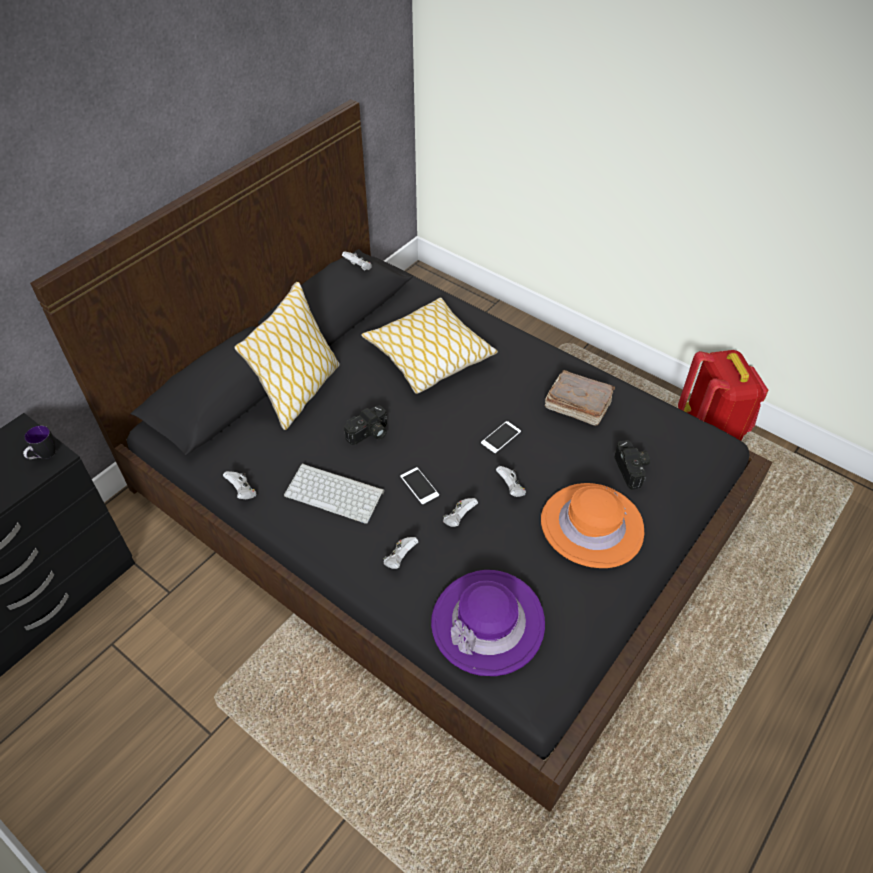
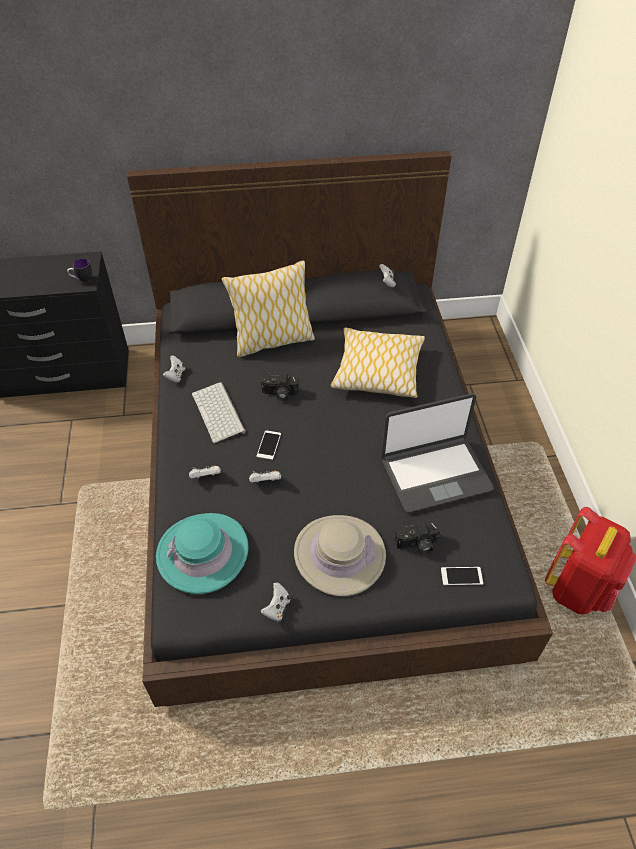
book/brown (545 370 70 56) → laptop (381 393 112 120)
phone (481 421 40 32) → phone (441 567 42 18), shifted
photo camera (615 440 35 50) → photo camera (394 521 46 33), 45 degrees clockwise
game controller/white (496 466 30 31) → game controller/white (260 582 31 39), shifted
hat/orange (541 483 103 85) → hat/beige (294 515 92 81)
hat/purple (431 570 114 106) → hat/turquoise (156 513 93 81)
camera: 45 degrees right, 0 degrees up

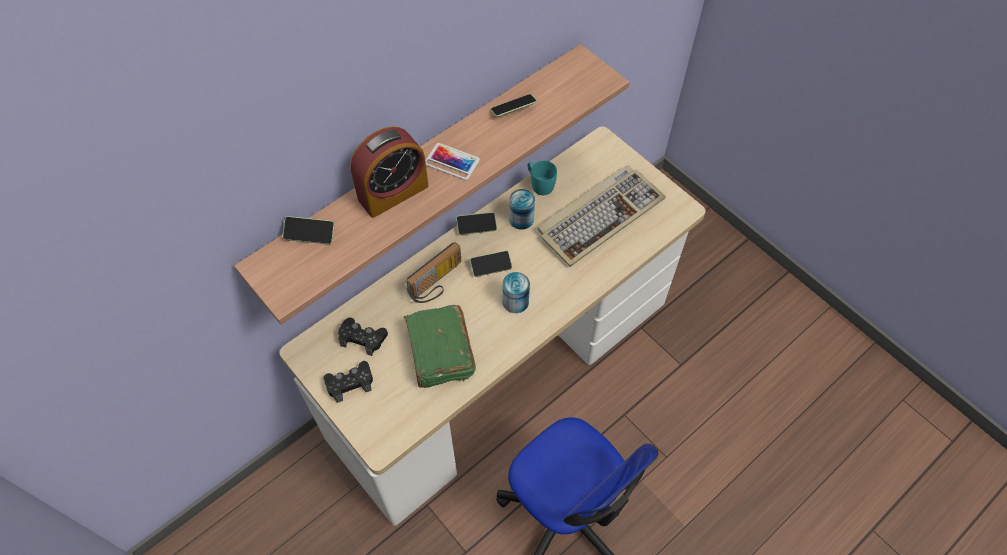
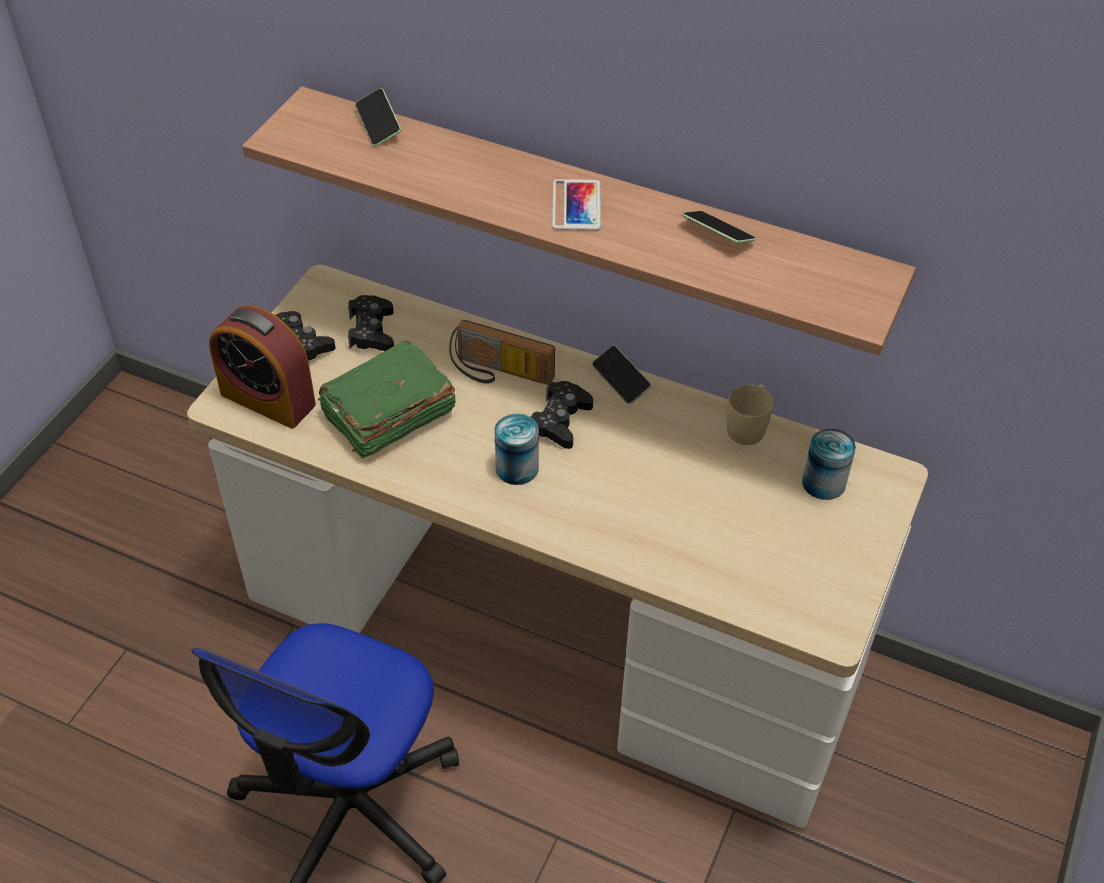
alarm clock (350 127 79 91) → alarm clock (209 305 107 123), shifted
mug/turquoise (528 160 29 35) → mug/beige (726 384 47 61)
keyboard (538 165 128 102) → -
can (509 189 26 41) → can (802 428 54 72), shifted
phone (470 250 42 27) → game controller/black (531 381 62 68)
camera: 65 degrees right, 10 degrees down

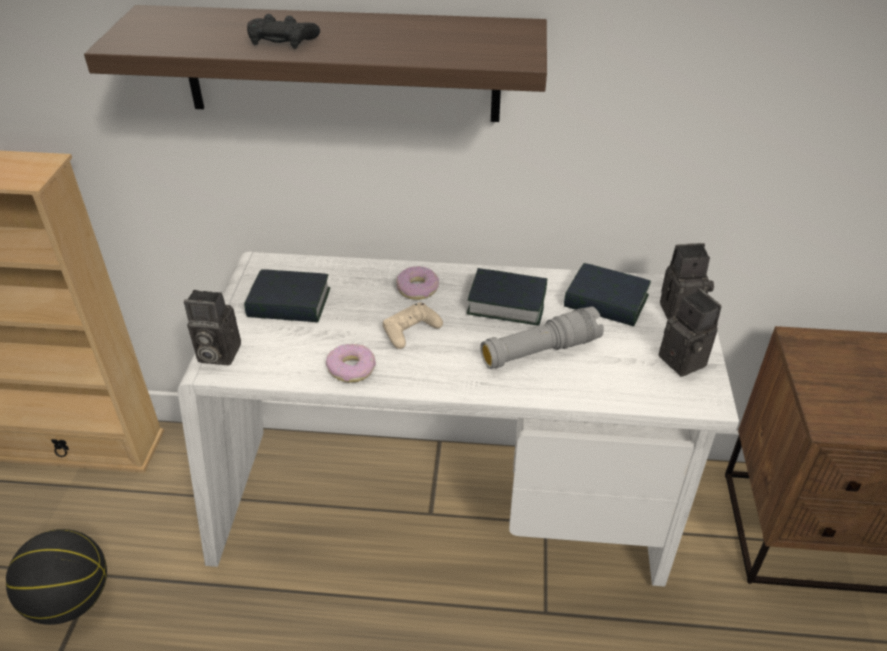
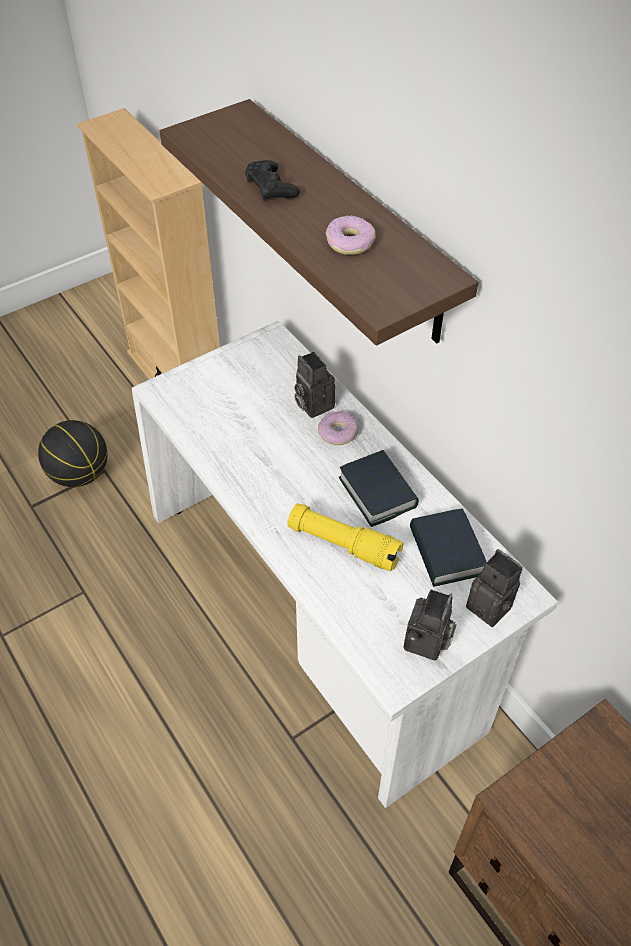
book (244 270 86 52) → -
photo camera (184 290 57 75) → photo camera (294 352 41 66), shifted
game controller/beige (383 303 60 46) → -
flashlight/grey (480 307 124 62) → flashlight/yellow (288 503 115 68)
donut (326 344 50 38) → donut (326 216 50 39), shifted
camera: 50 degrees right, 10 degrees up

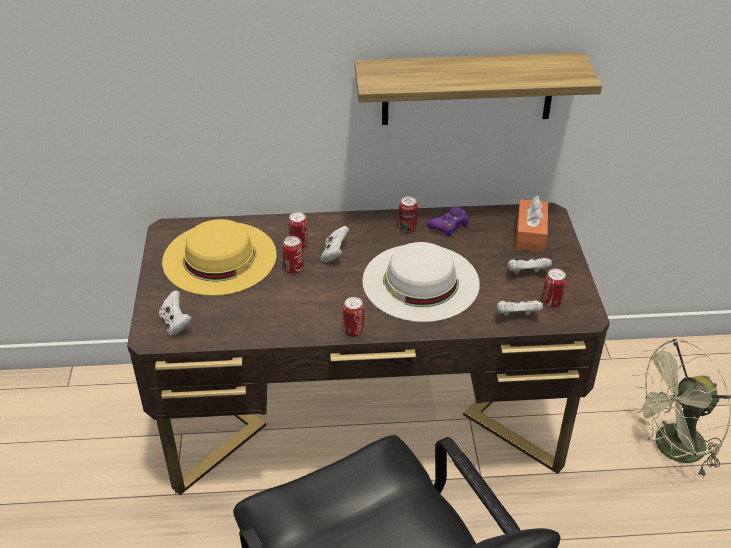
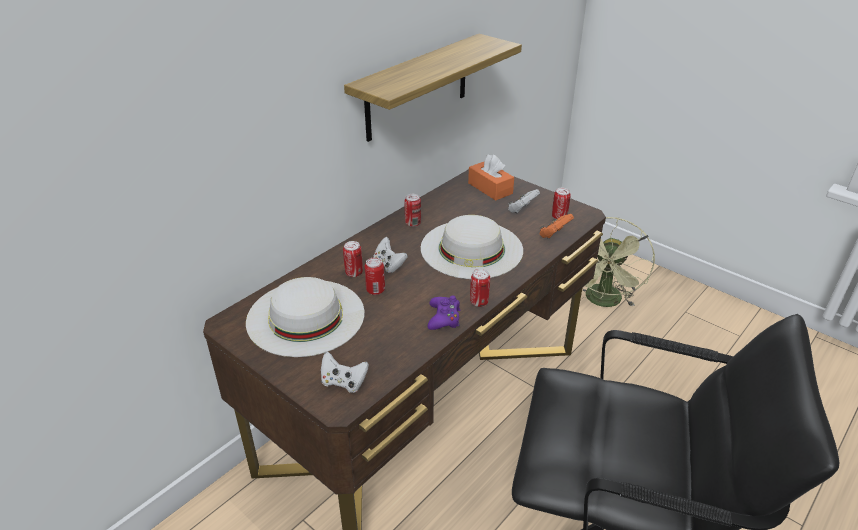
game controller/purple (427 207 42 30) → game controller/purple (428 295 32 35), shifted
hat/yellow (162 219 115 77) → hat/white (246 277 119 80)
game controller/white (497 299 46 17) → game controller/orange (540 214 34 24)
camera: 45 degrees left, 5 degrees down

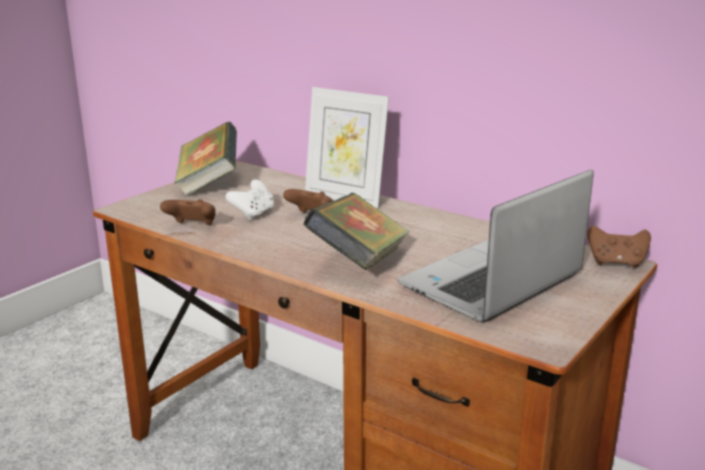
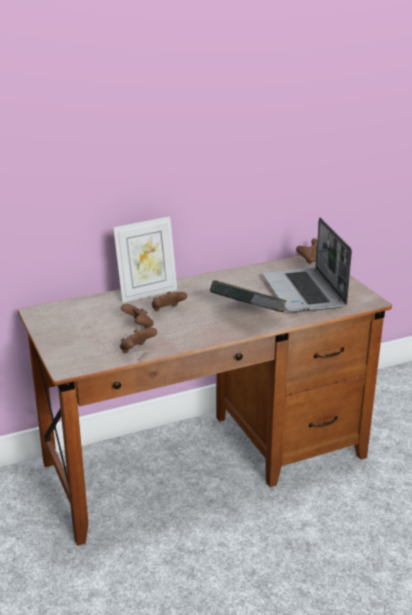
book (175 122 62 75) → -
game controller/white (225 179 49 41) → game controller/brown (121 304 33 25)
camera: 60 degrees left, 5 degrees up

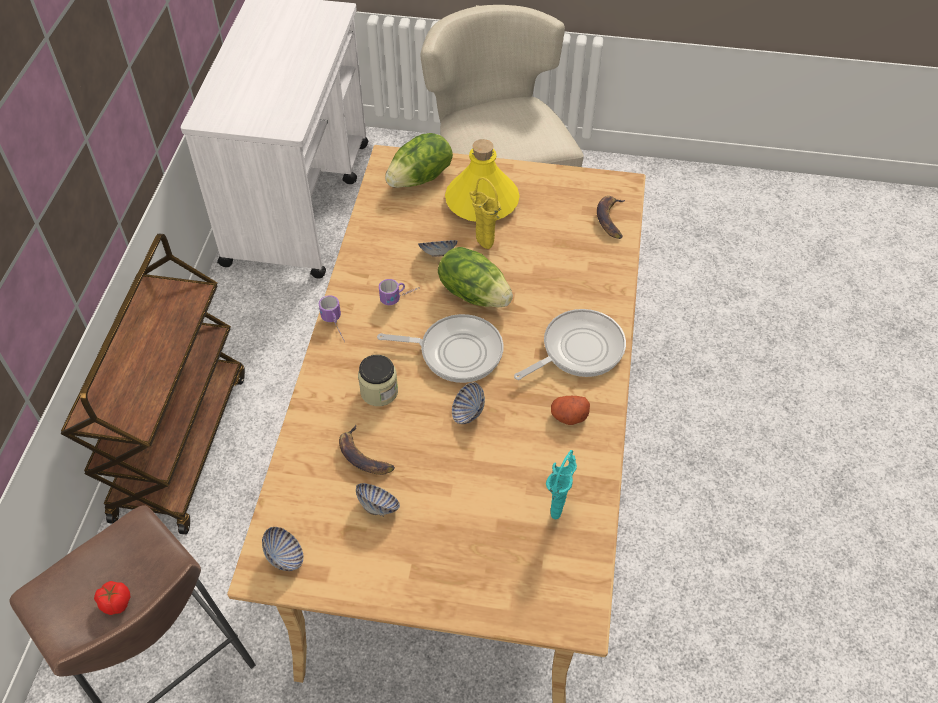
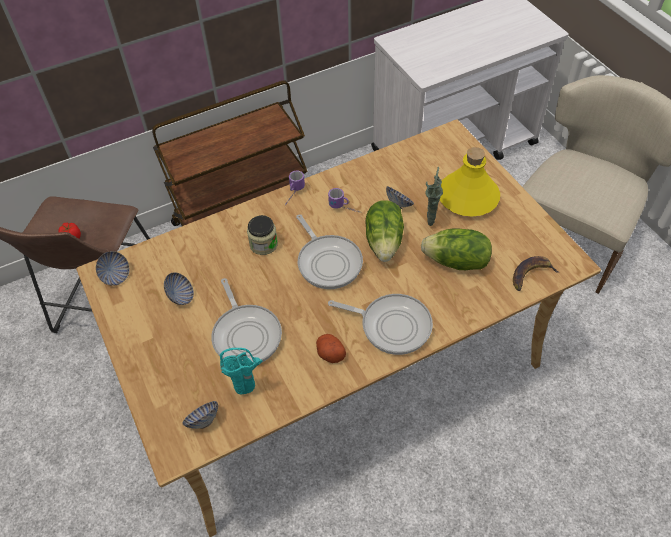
lettuce (385 133 68 55) → lettuce (421 228 71 42), shifted
vase/yellow (470 177 31 72) → vase/green (425 167 18 59)
bowl (452 382 33 42) → bowl (182 401 36 28), shifted
banana (339 425 56 50) → -
- → frying pan (211 278 71 85)
camera: 55 degrees right, 0 degrees up

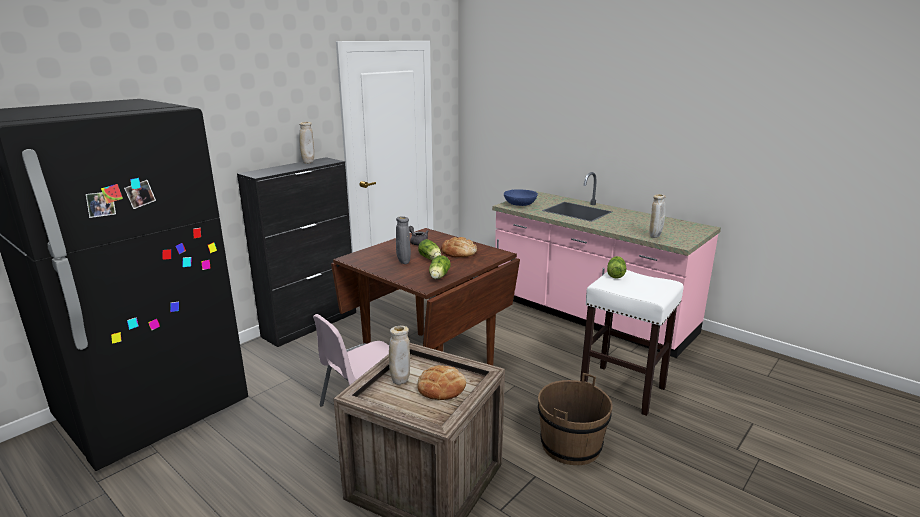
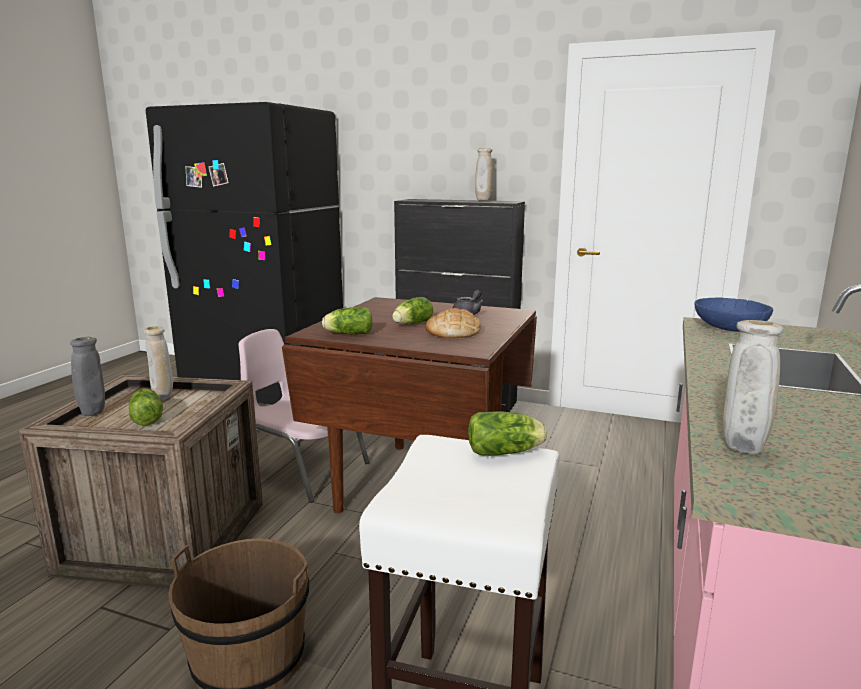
vase/grey (396 216 15 48) → vase/grey (70 337 35 79), shifted
bread (417 365 49 35) → lettuce (129 389 34 37)
camera: 70 degrees right, 5 degrees down

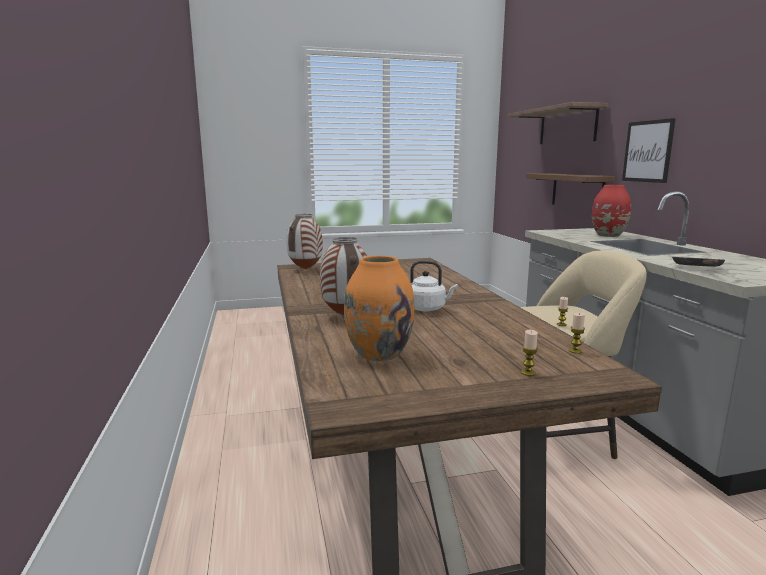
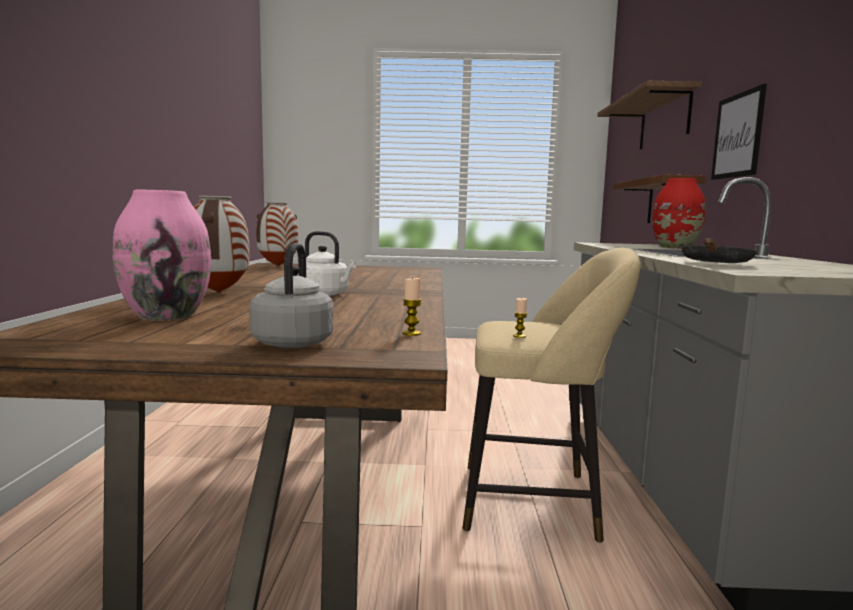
vase/orange (344 256 71 106) → vase/pink (112 190 99 131)
candle (521 330 17 46) → kettle/grey (249 243 84 105)
camera: 15 degrees right, 5 degrees down

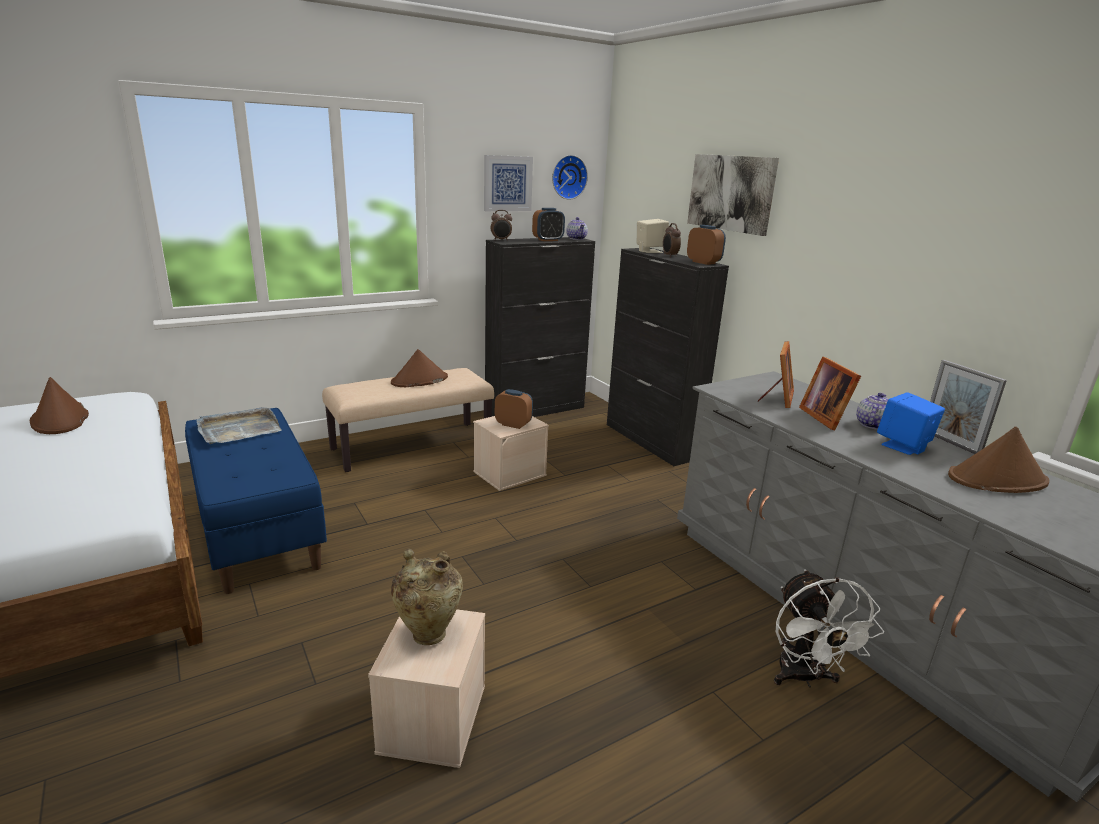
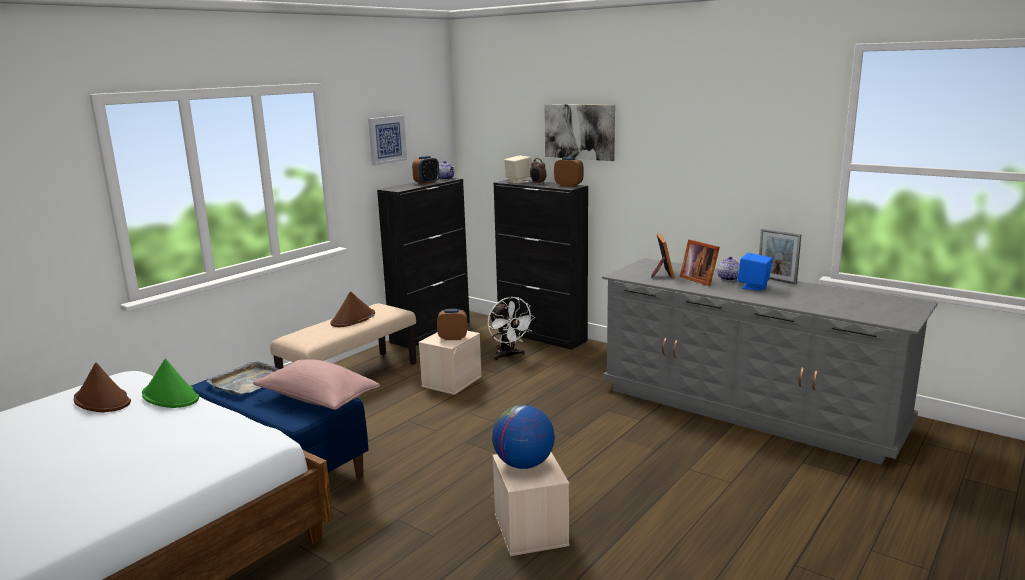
wall clock (552 155 36 45) → -
alarm clock (490 210 22 31) → -
hat/brown (948 427 101 66) → -
vase/beige (391 549 72 96) → globe (492 405 63 64)
fan/white (774 569 110 119) → fan/white (488 297 47 64), shifted
- → hat/green (142 358 57 50)
- → pillow/pink (253 359 127 51)
camera: 20 degrees left, 5 degrees down

